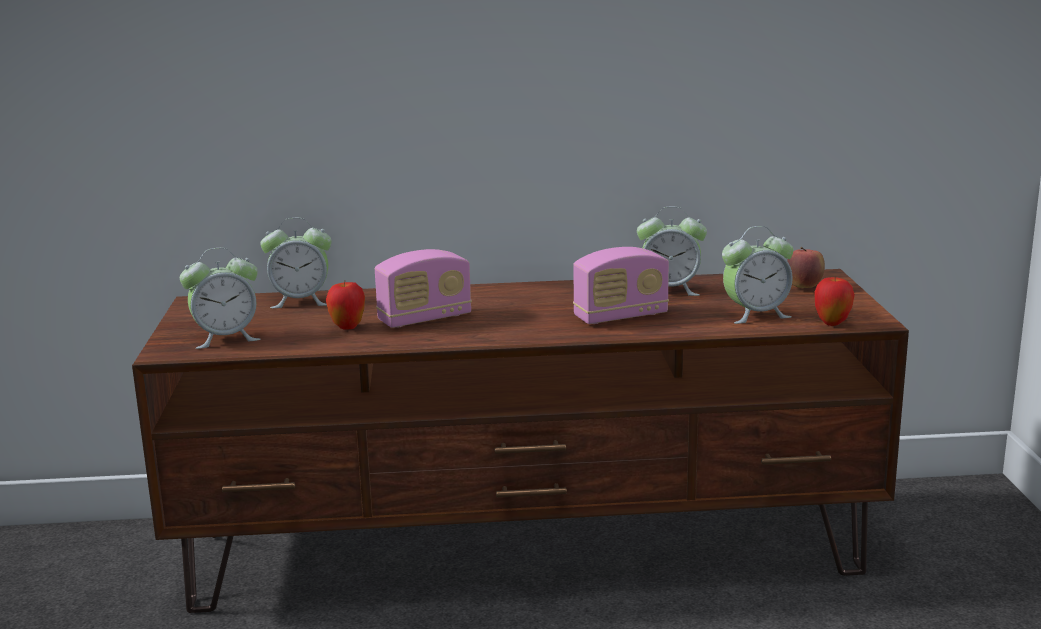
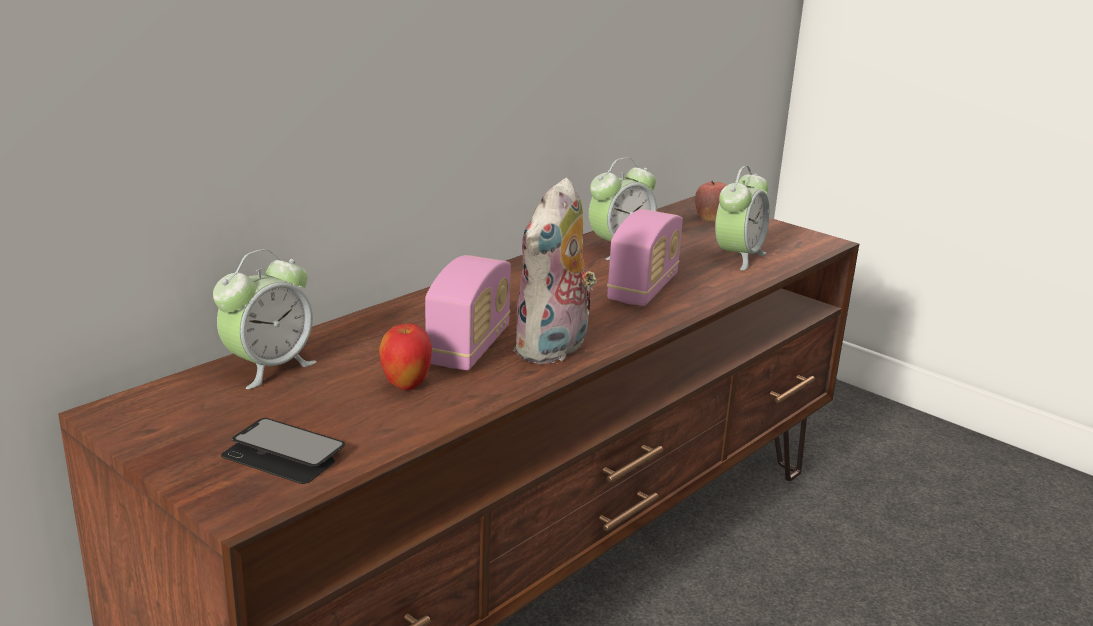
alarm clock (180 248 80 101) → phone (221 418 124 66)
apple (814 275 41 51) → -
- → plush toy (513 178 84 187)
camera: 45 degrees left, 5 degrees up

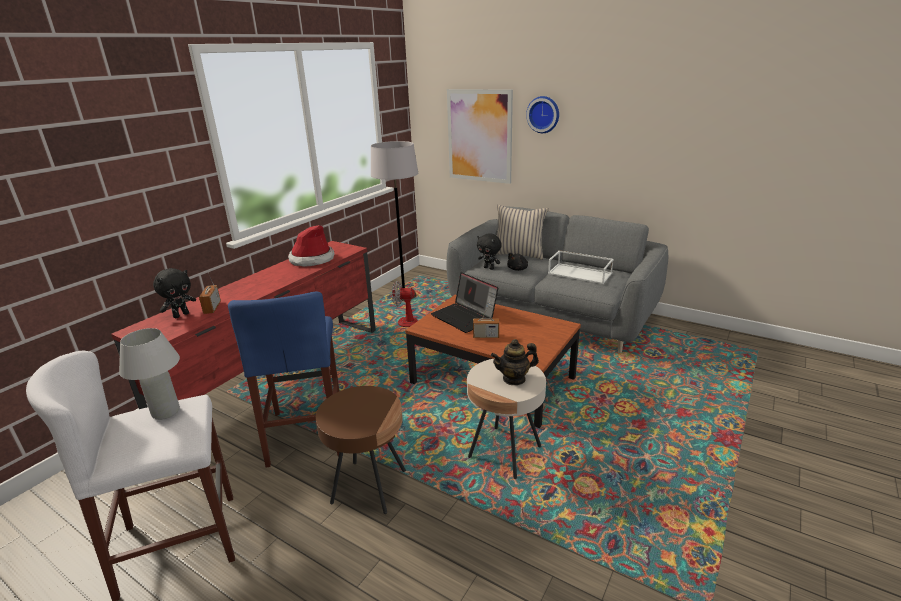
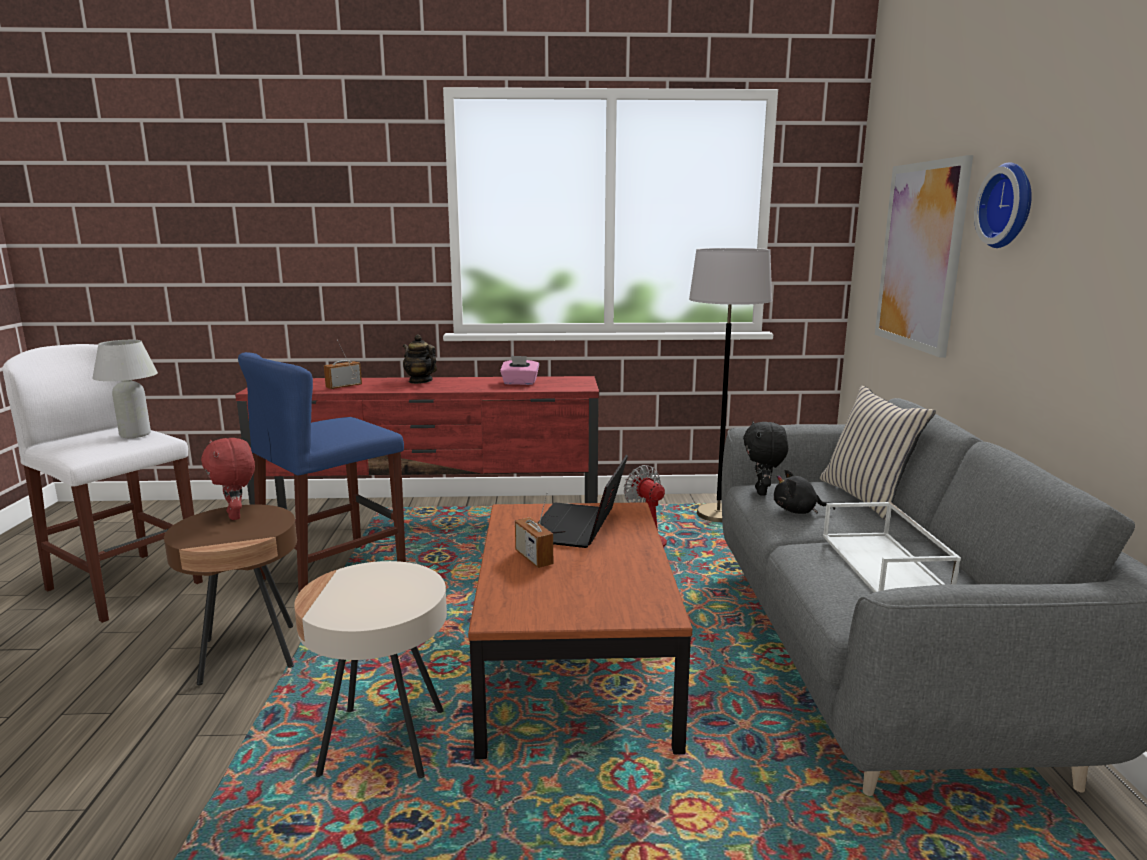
hat (288 225 46 42) → tissue box/pink (500 356 39 29)
plush toy/black (153 268 43 50) → -
teapot (491 339 48 46) → teapot (403 335 34 49), shifted
- → plush toy/red (201 438 54 82)
camera: 55 degrees right, 10 degrees down

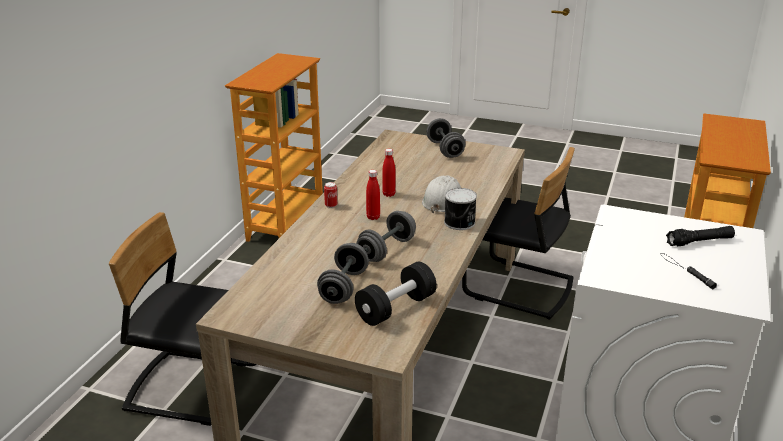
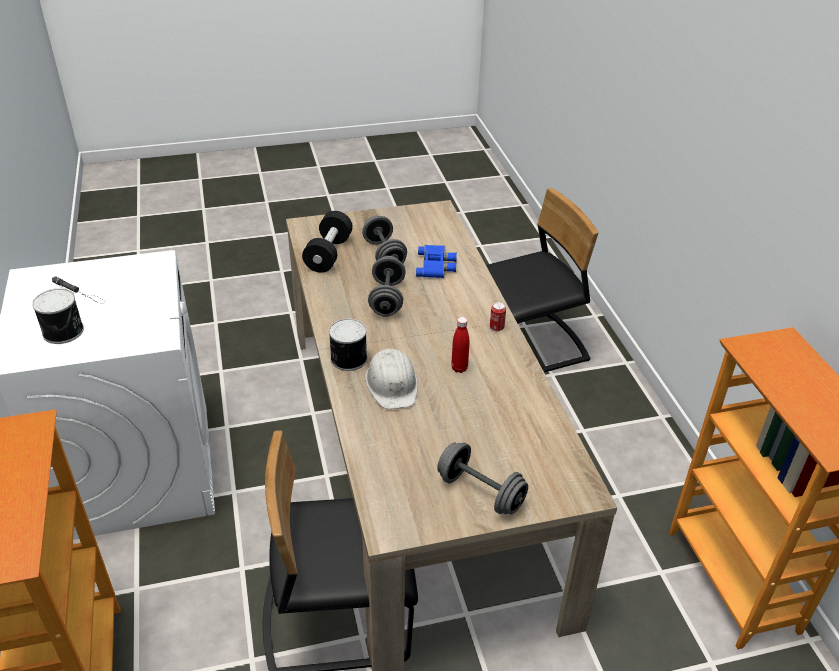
bottle/red (366 170 14 50) → -
flashlight/black (666 226 69 20) → can (32 288 52 56)
- → binoculars/blue (416 245 41 33)
camera: 145 degrees right, 10 degrees up

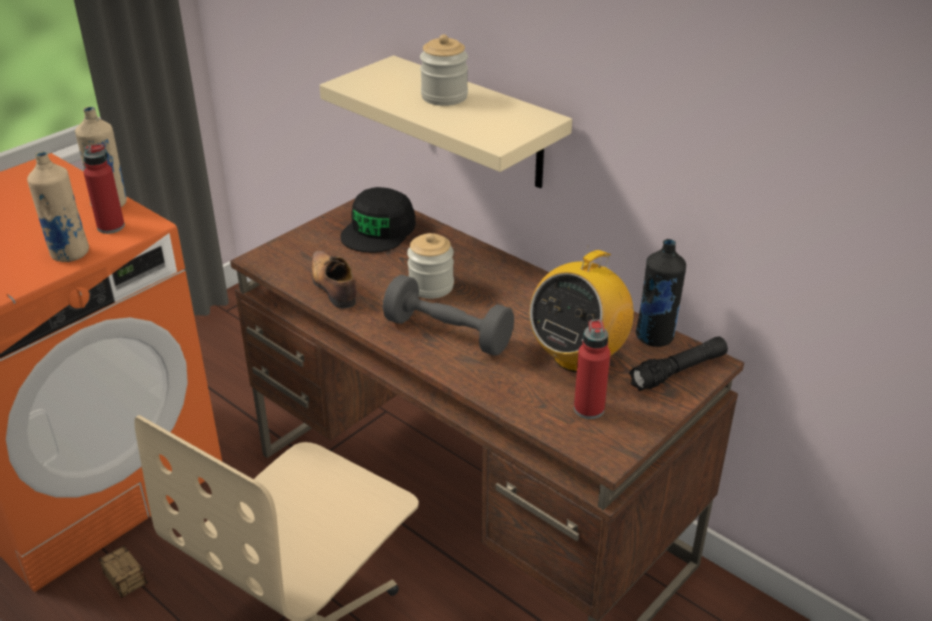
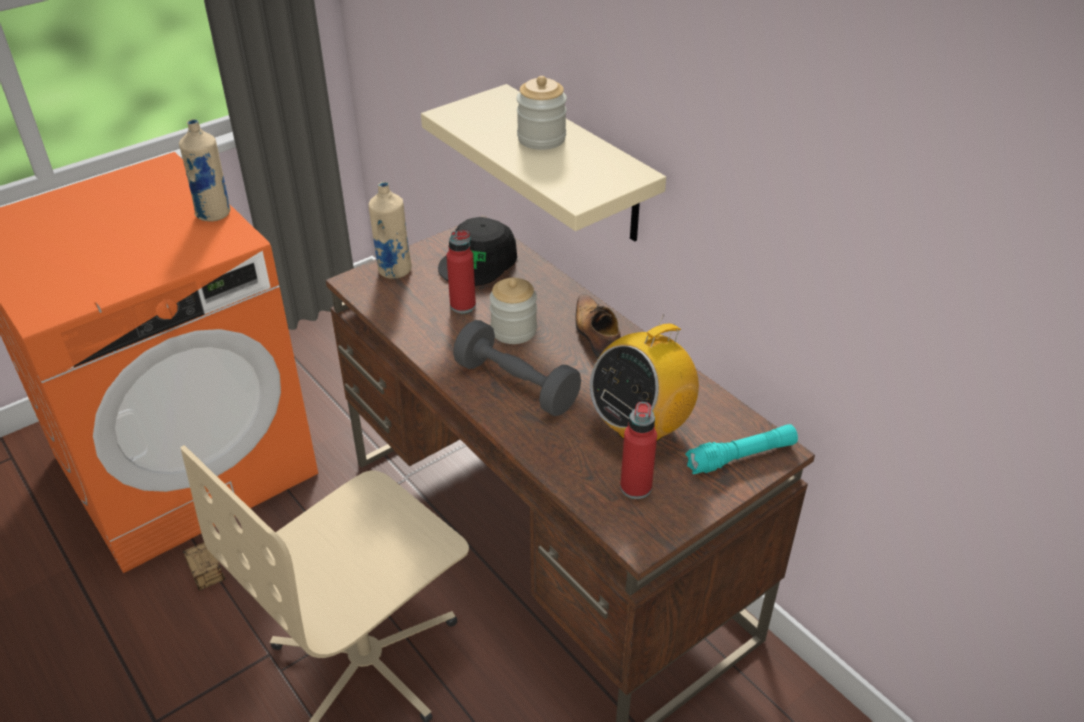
bottle/red (83 144 42 90) → bottle/red (447 231 29 82), shifted
bottle/beige (27 151 62 111) → bottle/beige (368 182 44 97), shifted
bottle/black (636 239 50 108) → -
shoe (312 251 45 57) → shoe (575 295 46 63), shifted
flashlight/black (629 337 99 54) → flashlight/turquoise (685 424 113 50)
camera: 10 degrees right, 5 degrees up

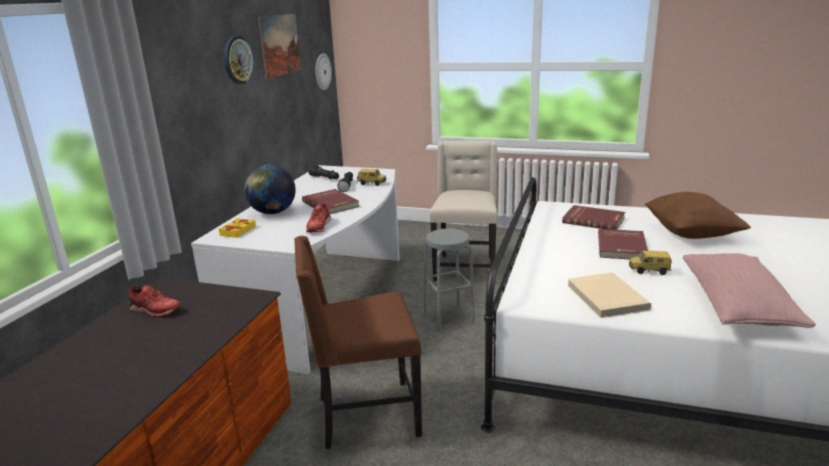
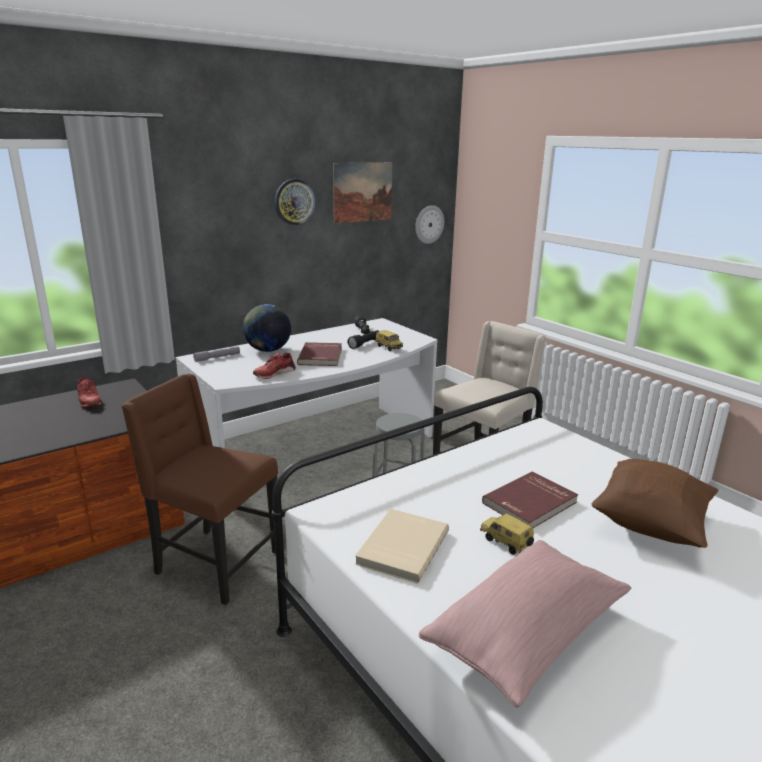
book/red (562 205 63 25) → -
book/yellow (219 218 37 20) → flashlight/grey (193 346 47 16)
camera: 35 degrees right, 0 degrees up

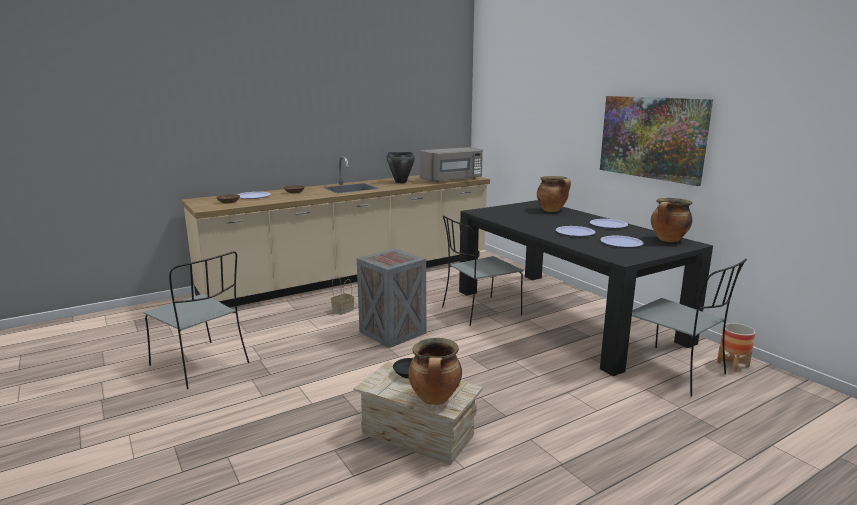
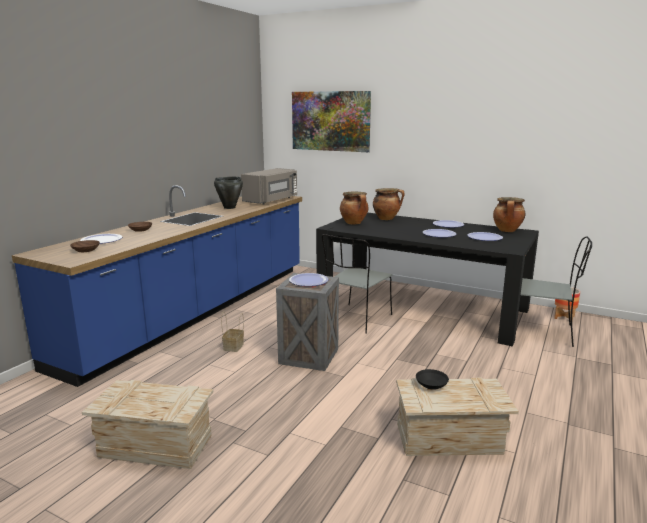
picture (600 96 113 90) → picture (292 91 79 61), shifted
counter/beige (182 156 308 152) → counter/blue (12 185 290 202)
chair/grey (143 251 106 138) → crate (82 380 131 89)
cooking pot (408 338 54 67) → cooking pot (340 192 29 33), shifted
- → plate (289 273 40 13)
camera: 30 degrees left, 0 degrees up

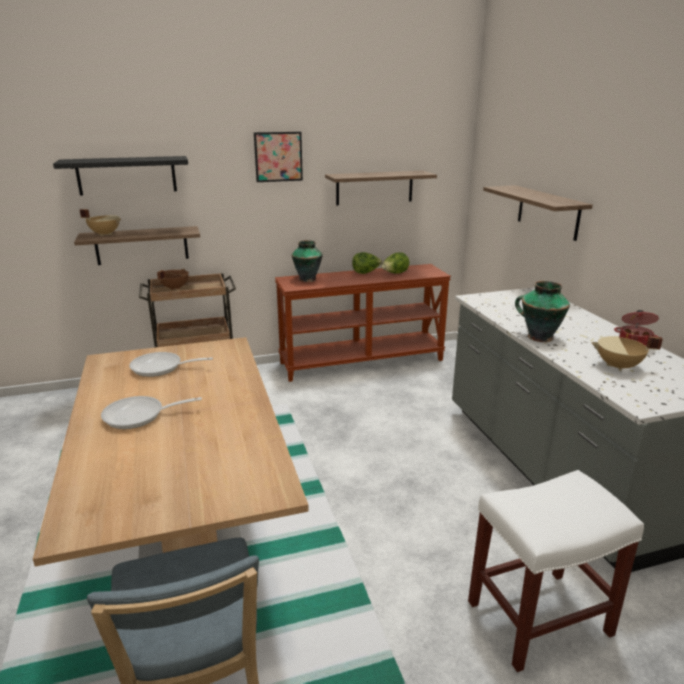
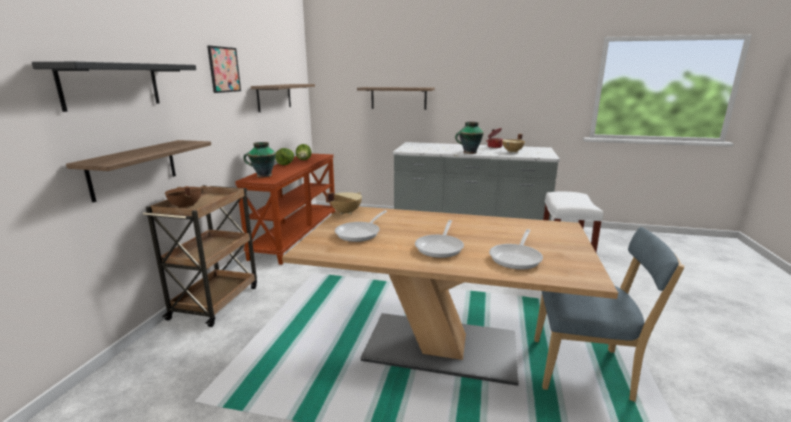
cooking pot/beige (80 209 41 27) → cooking pot/beige (326 192 36 23), shifted
- → frying pan (489 229 54 41)
camera: 60 degrees left, 5 degrees down

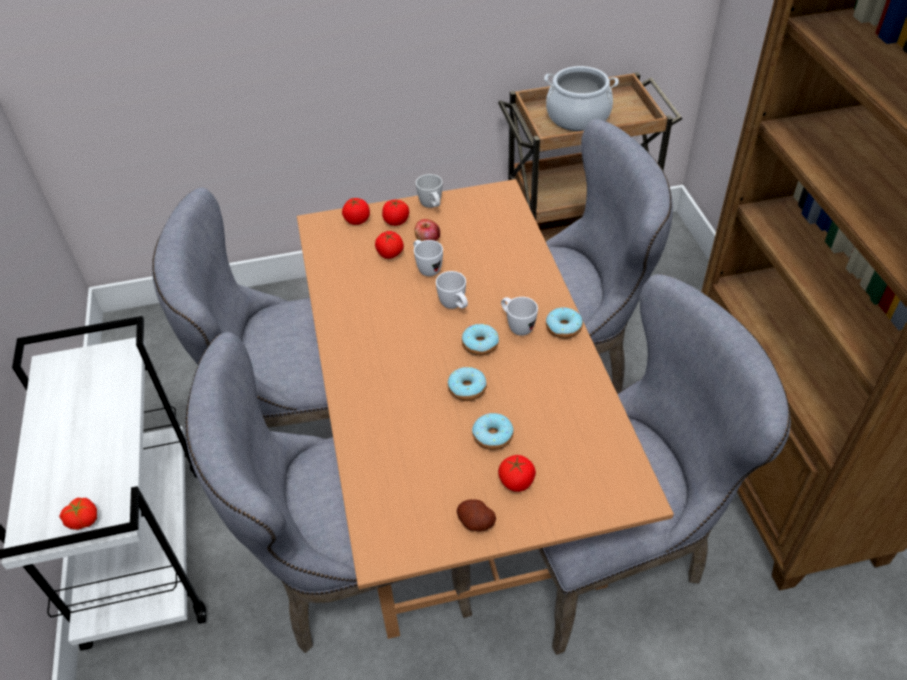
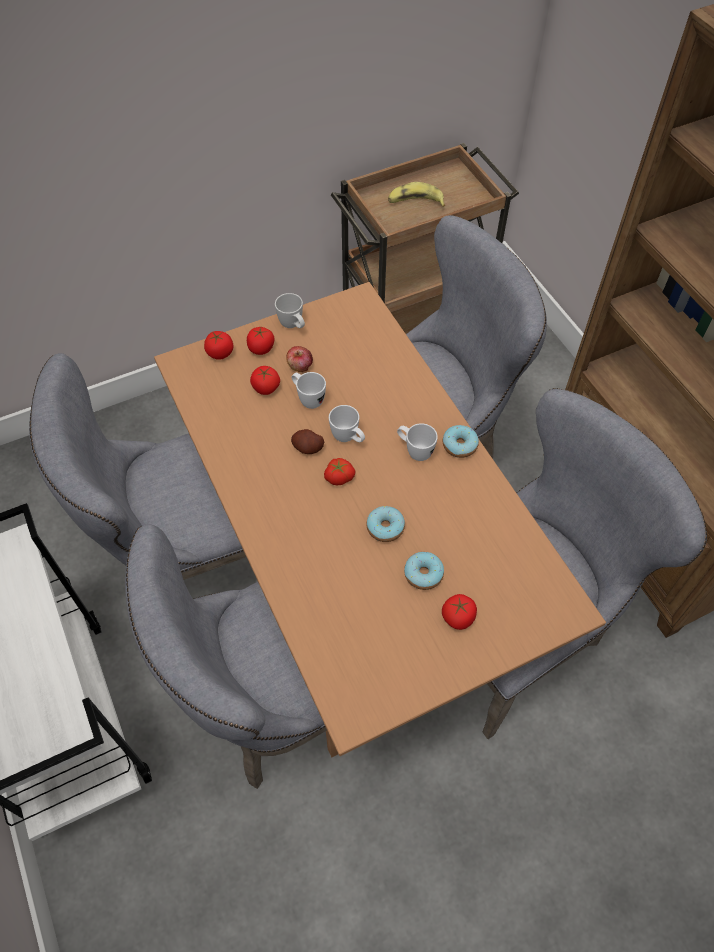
cooking pot (544 66 75 65) → banana (388 182 57 25)
donut (462 324 37 32) → -
tomato (59 497 38 33) → tomato (324 458 32 27), shifted
potato (457 499 39 33) → potato (291 429 33 25), shifted
camera: 15 degrees left, 10 degrees up

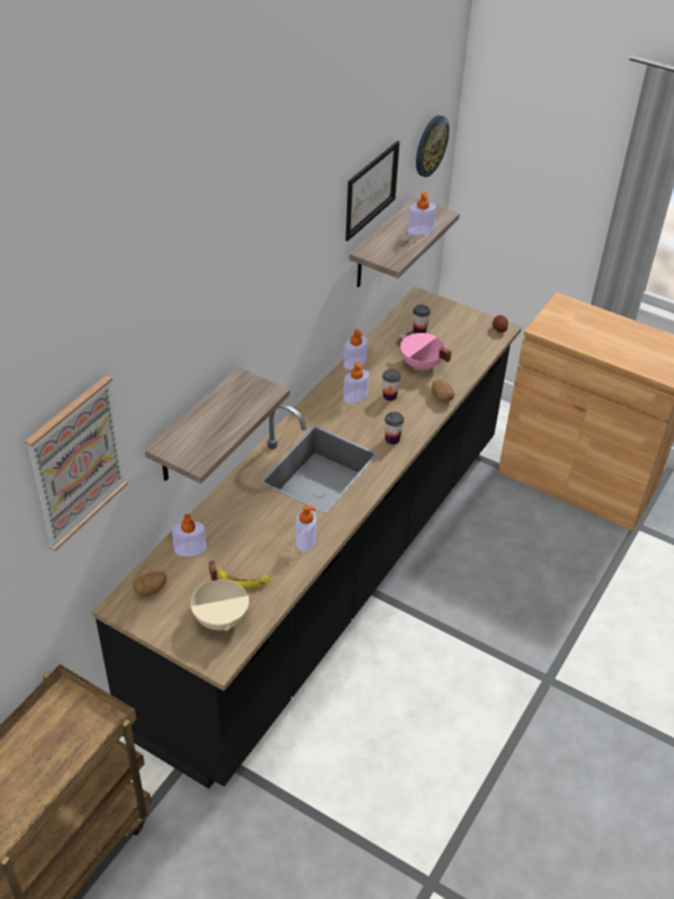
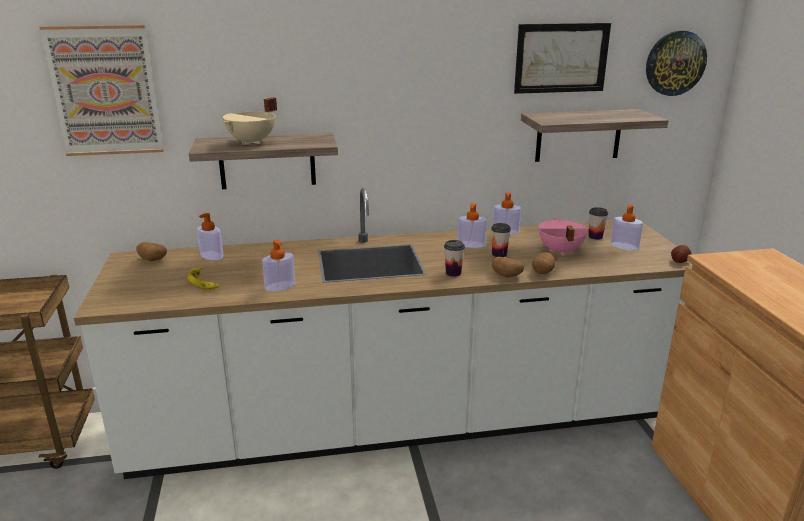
soap dispenser (408 192 28 43) → soap dispenser (611 205 32 45), shifted
counter/black (92 287 430 502) → counter/white (74 188 618 291)
cooking pot/beige (191 561 58 70) → cooking pot/beige (223 97 54 48), shifted
- → potato (492 257 33 20)
camera: 50 degrees right, 20 degrees down

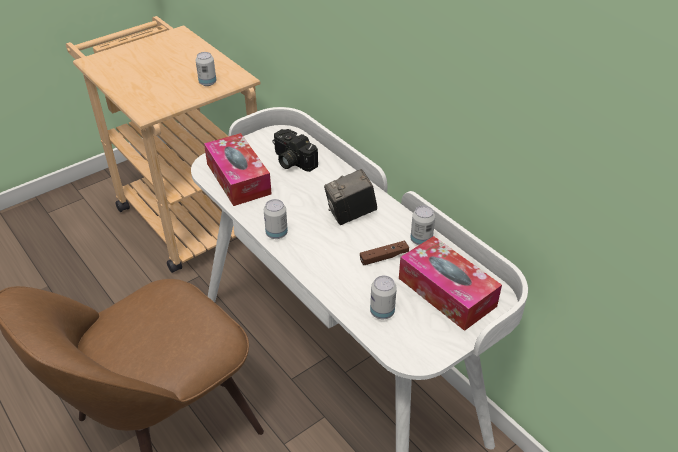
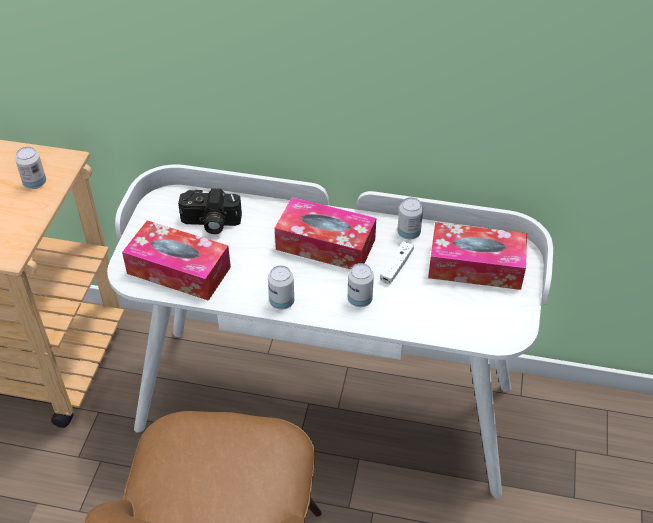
photo camera (324 169 53 56) → tissue box (275 197 101 72)
game controller/brown (360 241 49 24) → game controller/white (380 241 34 43)
can (370 276 27 43) → can (348 263 26 44), shifted
camera: 40 degrees left, 5 degrees up

